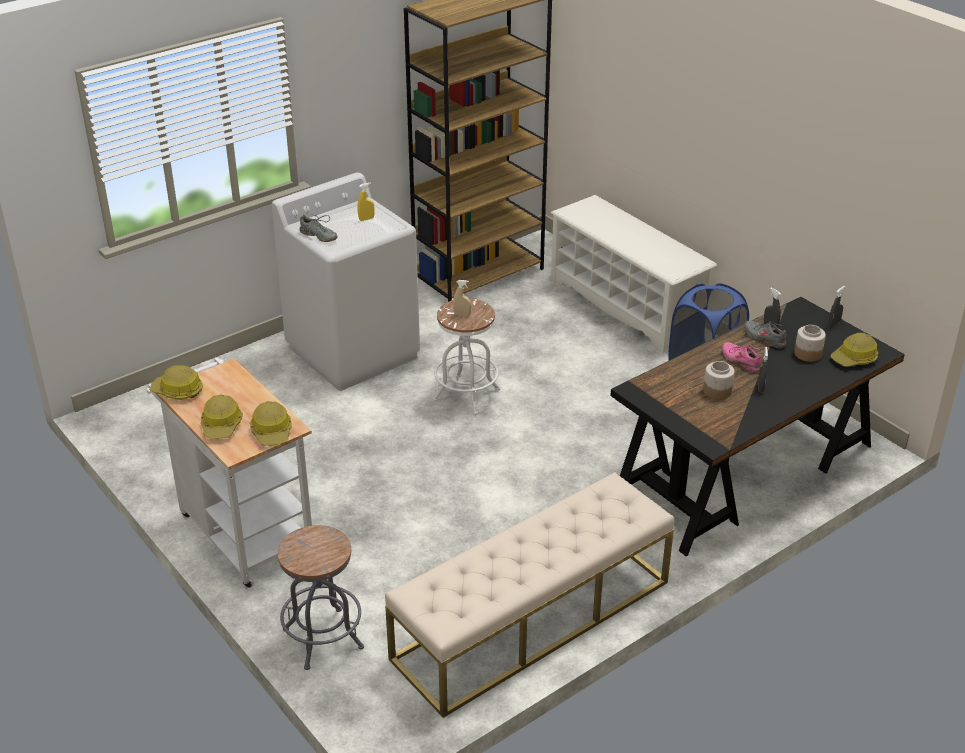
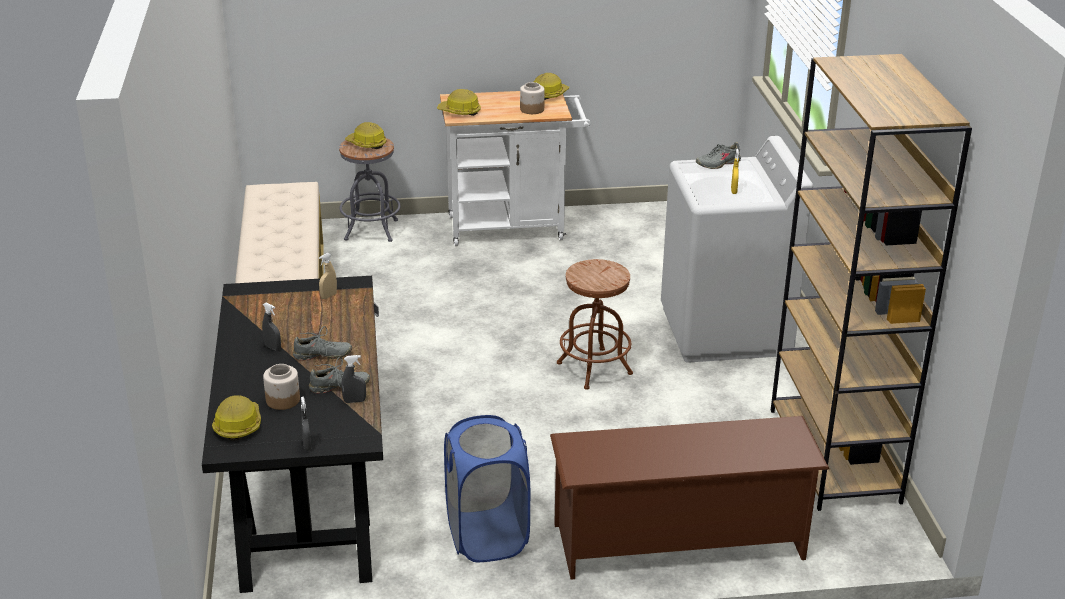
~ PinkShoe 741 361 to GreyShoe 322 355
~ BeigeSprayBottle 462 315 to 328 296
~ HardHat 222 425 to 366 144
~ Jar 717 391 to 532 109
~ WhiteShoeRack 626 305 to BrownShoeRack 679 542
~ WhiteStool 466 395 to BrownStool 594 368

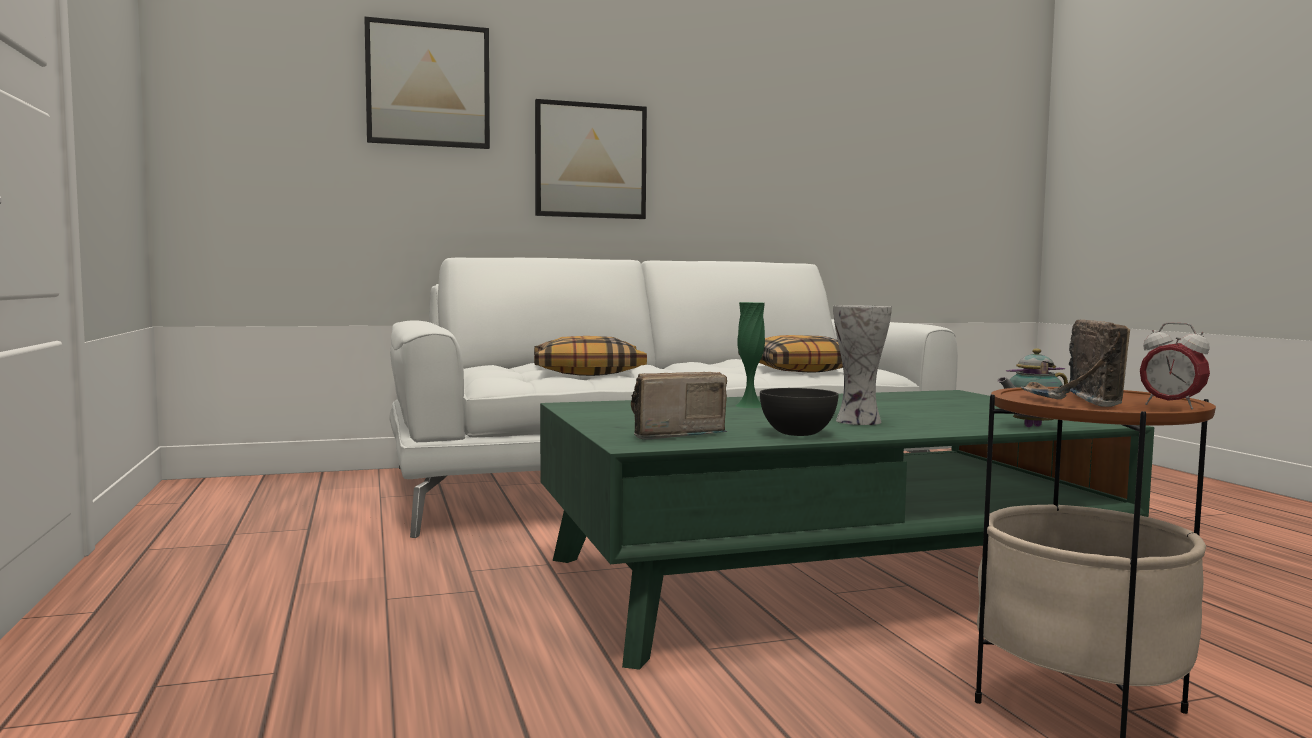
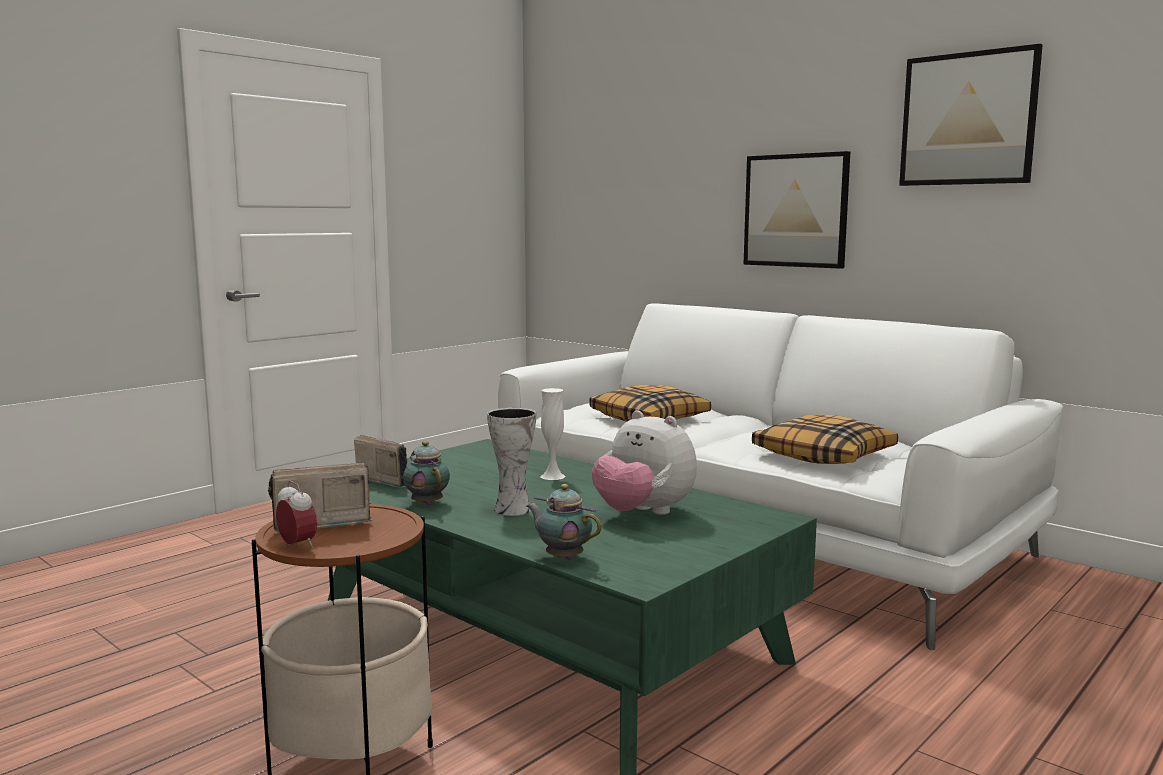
~ AlarmClock 1171 406 = 298 546 120 degrees clockwise
~ GreyBowl 798 434 to Teapot 426 503
~ GreenVase 749 406 to WhiteVase 552 476
+ PlushToy 643 513
~ Picture 428 85 to 968 119

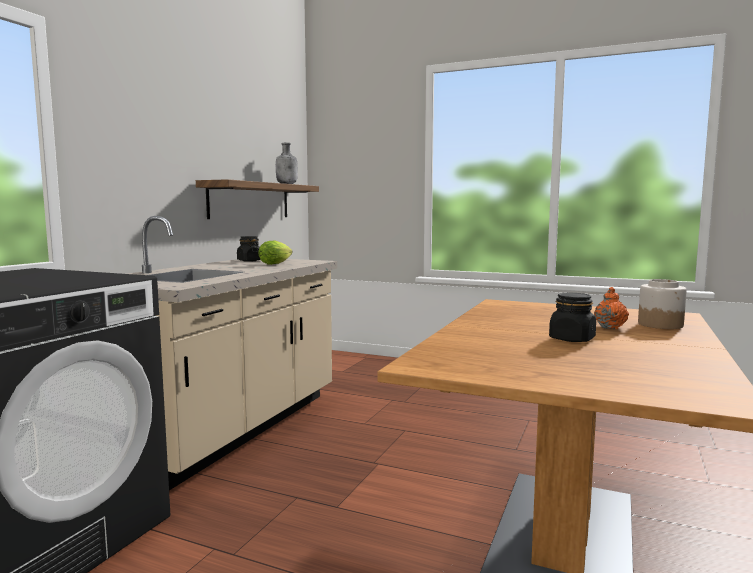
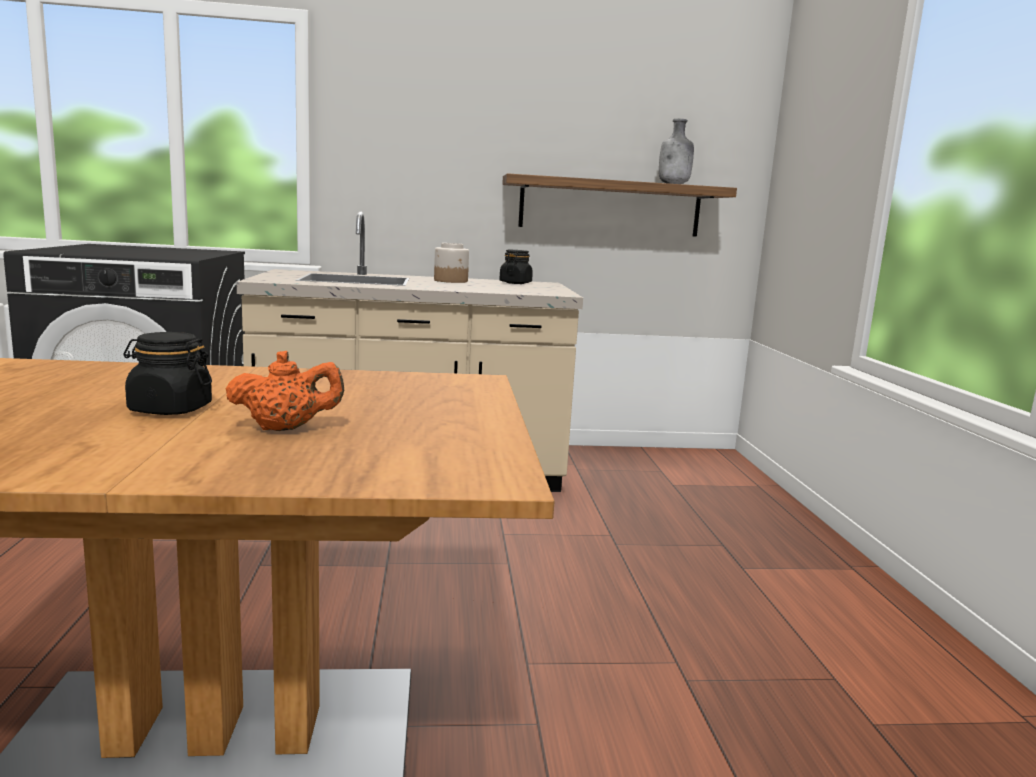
~ Jar 660 324 to 451 281
- Lettuce 276 264

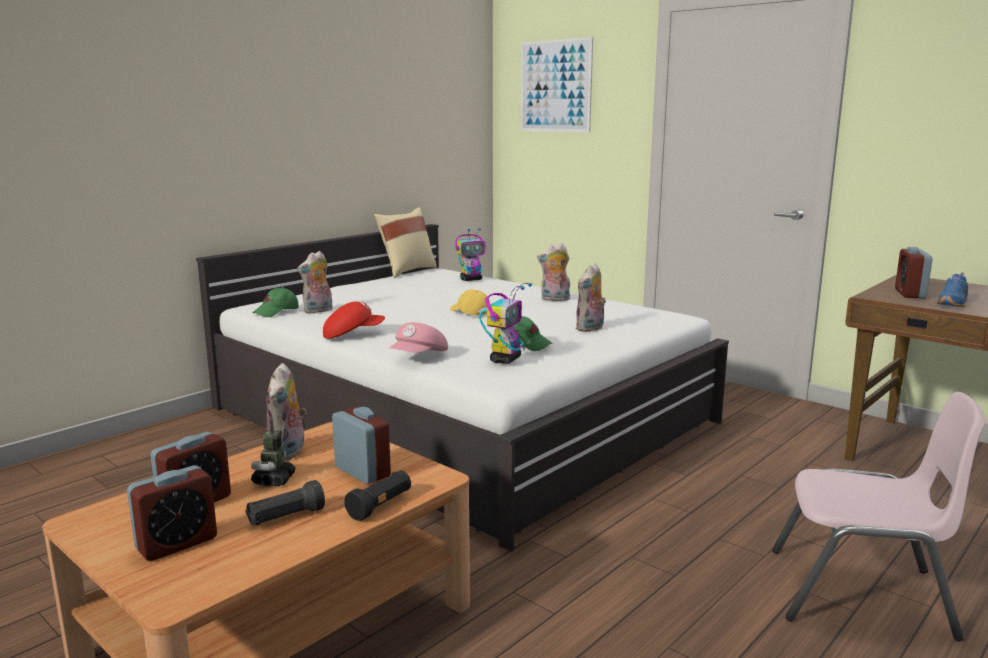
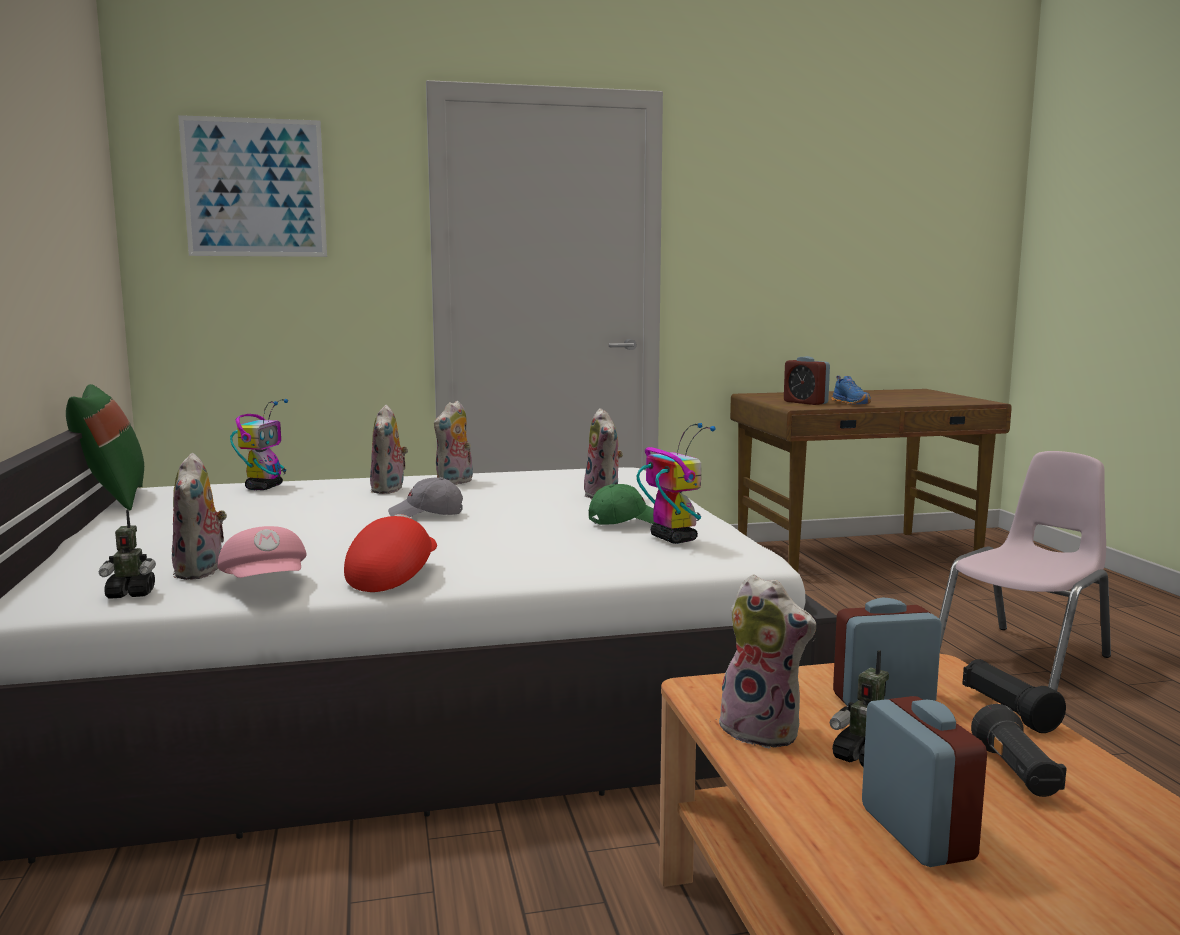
~ BeigePillow 407 271 to GreenPillow 112 499
~ GreenCap 276 312 to ToyRobot 131 594
~ PinkCap 419 357 to 267 585
+ PlushToy 389 490
~ YellowCap 469 312 to GreyCap 426 515
- AlarmClock 177 544

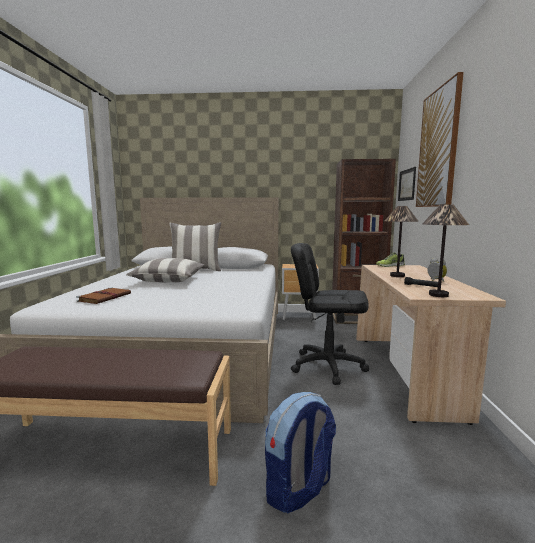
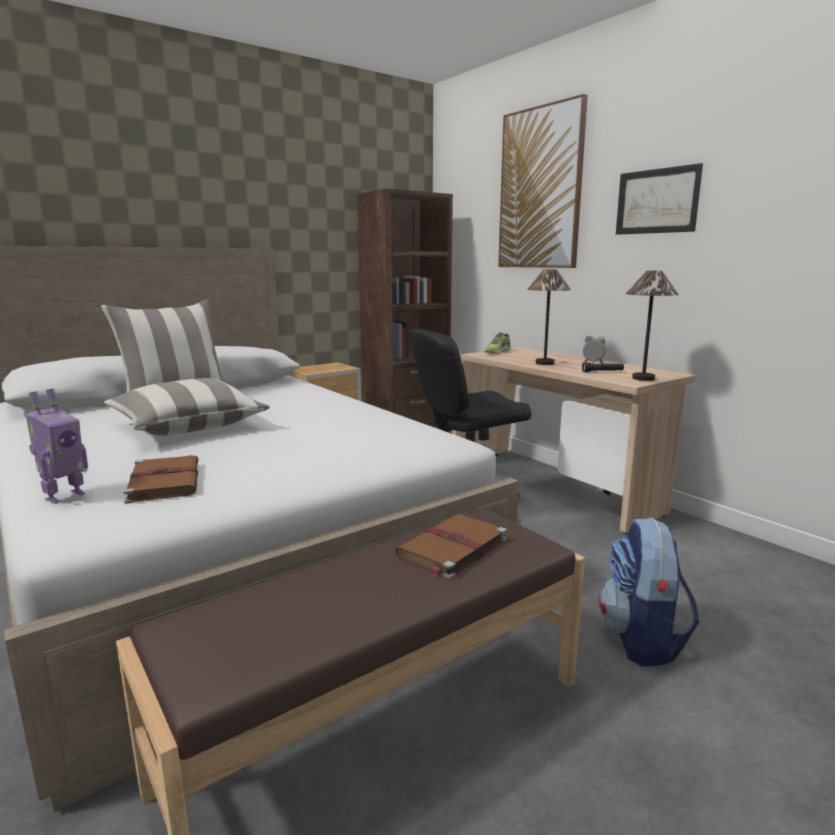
+ ToyRobot 64 496
+ BrownBook 451 549
~ Picture 407 185 to 657 201

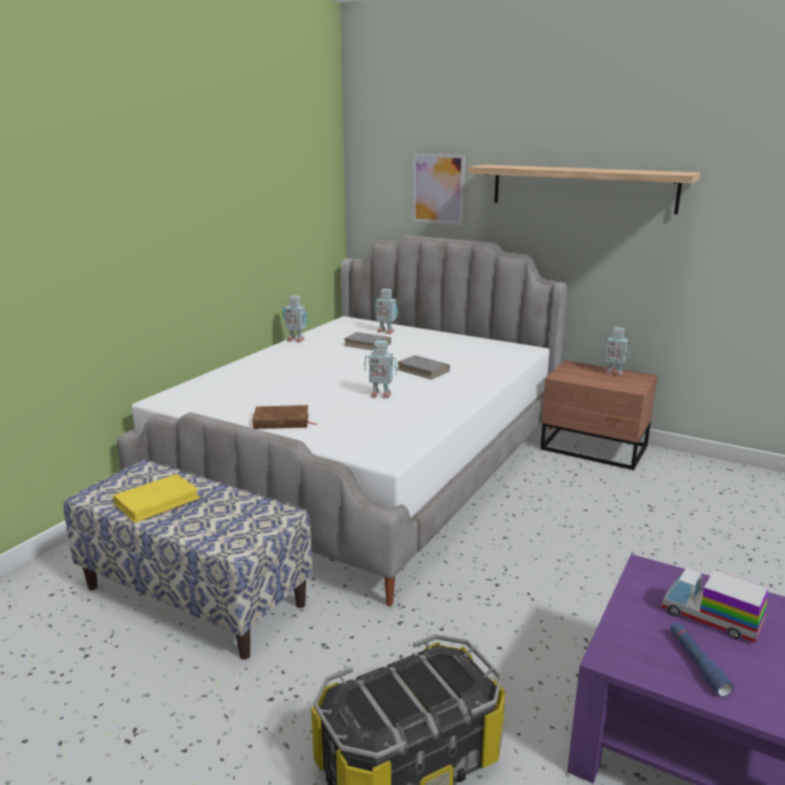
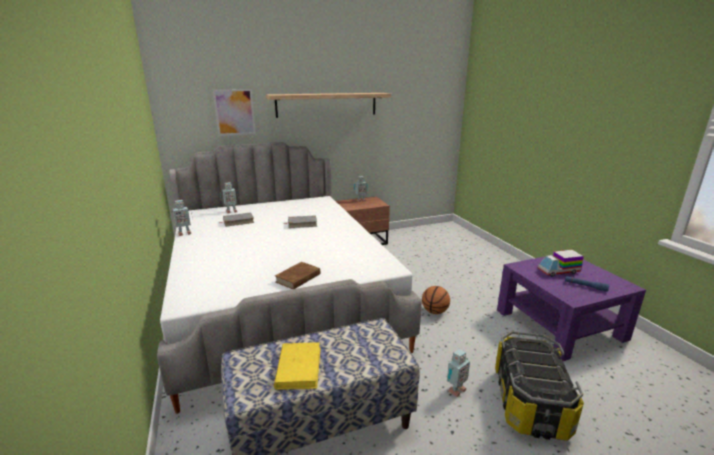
+ Basketball 434 311
~ ToyRobot 380 395 to 455 390

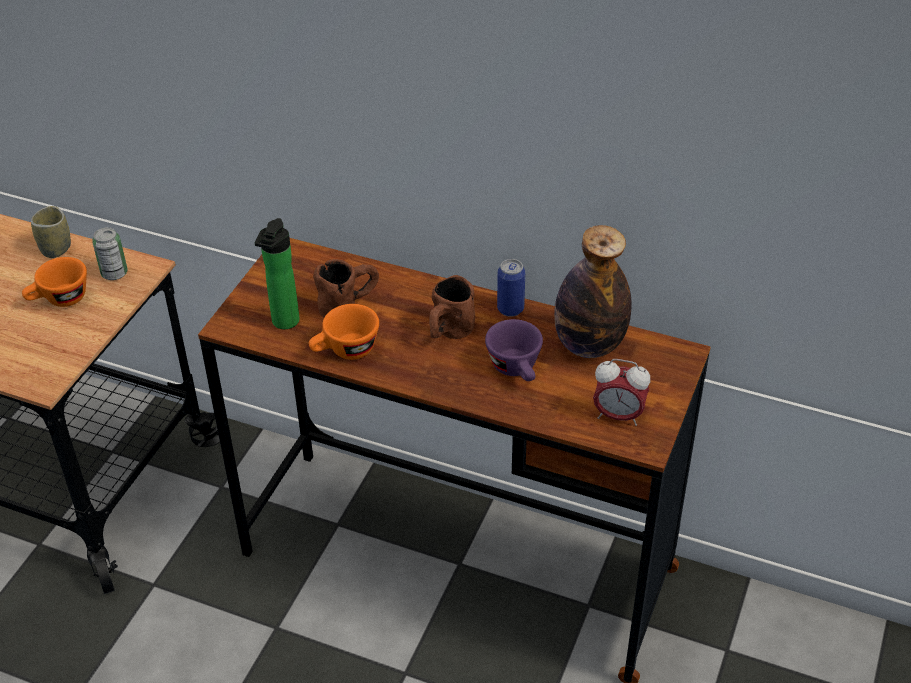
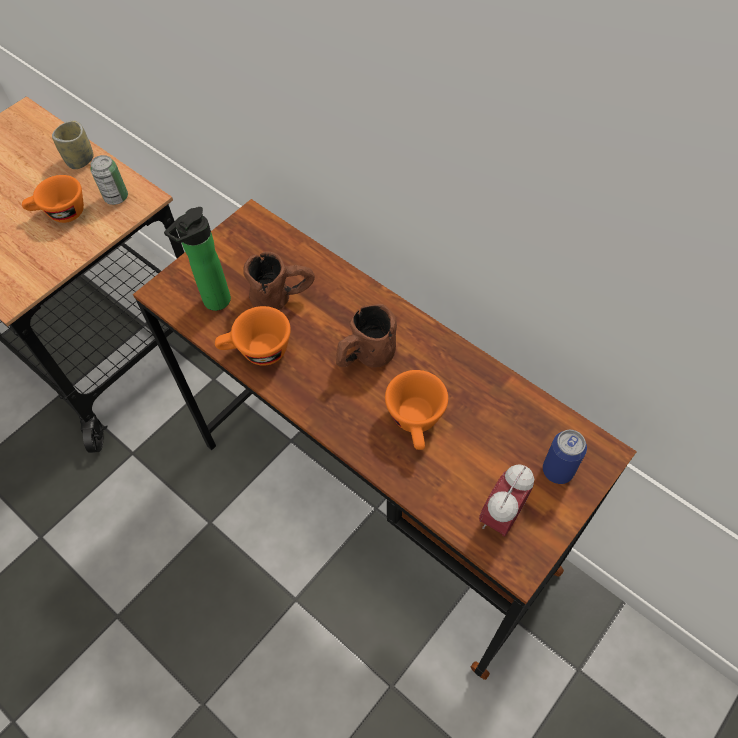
~ PurpleCup 517 370 to OrangeCup 417 423
~ AlarmClock 618 416 = 501 515 90 degrees clockwise
~ Can 510 309 to 557 470
- Bottle 589 345

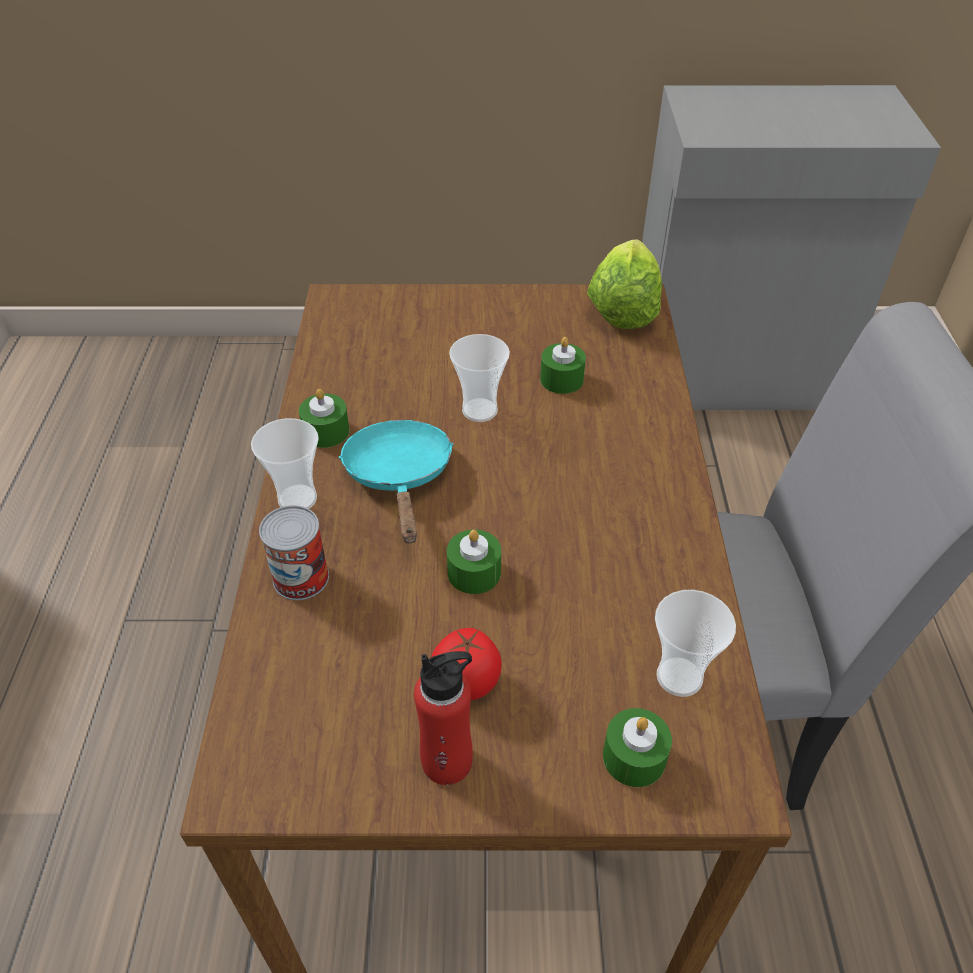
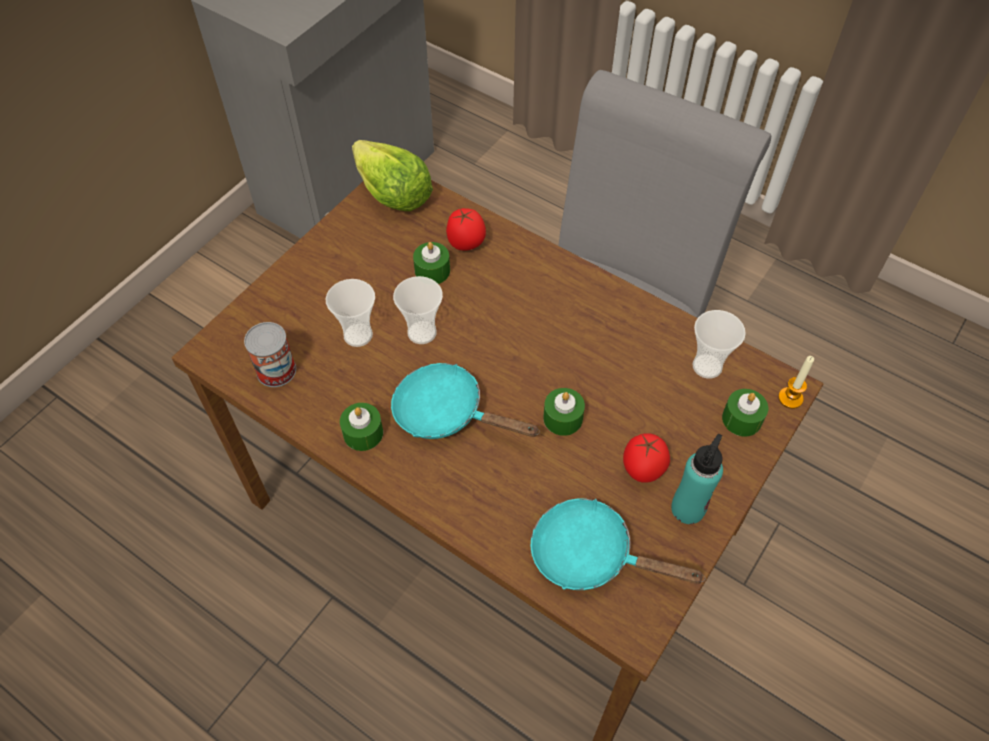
~ Can 301 578 to 276 370
~ Cup 297 499 to 358 335
+ Tomato 466 243
+ TurquoiseFryingPan 591 555
~ RedBottle 447 761 to TurquoiseBottle 688 508
+ Candle 790 398

